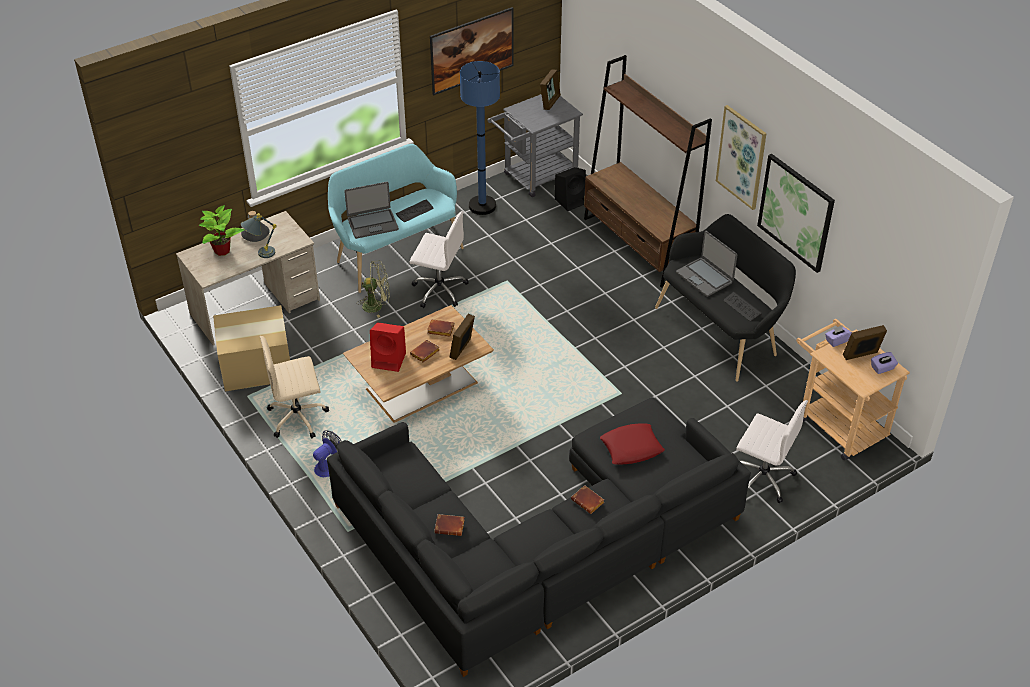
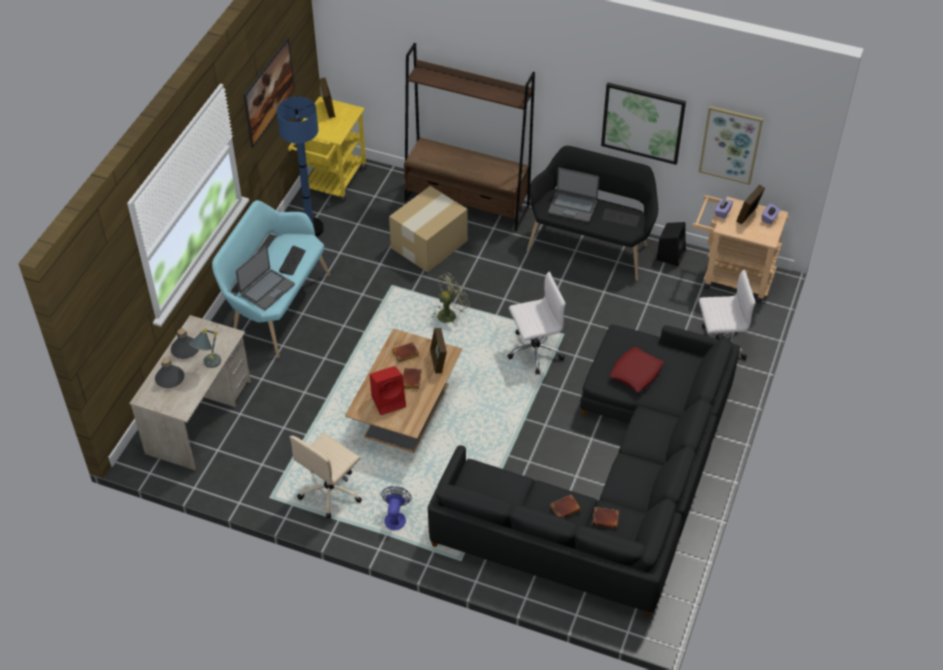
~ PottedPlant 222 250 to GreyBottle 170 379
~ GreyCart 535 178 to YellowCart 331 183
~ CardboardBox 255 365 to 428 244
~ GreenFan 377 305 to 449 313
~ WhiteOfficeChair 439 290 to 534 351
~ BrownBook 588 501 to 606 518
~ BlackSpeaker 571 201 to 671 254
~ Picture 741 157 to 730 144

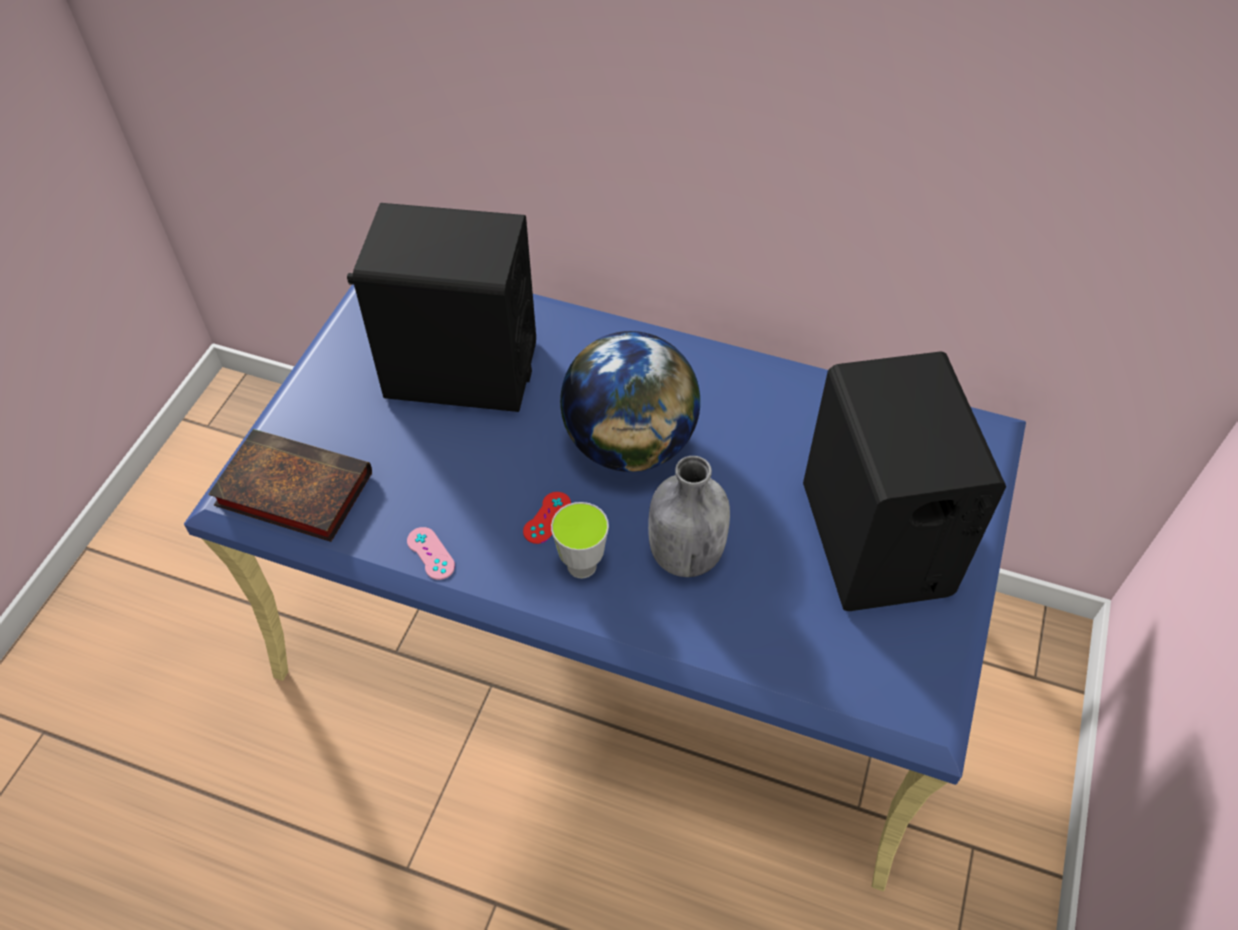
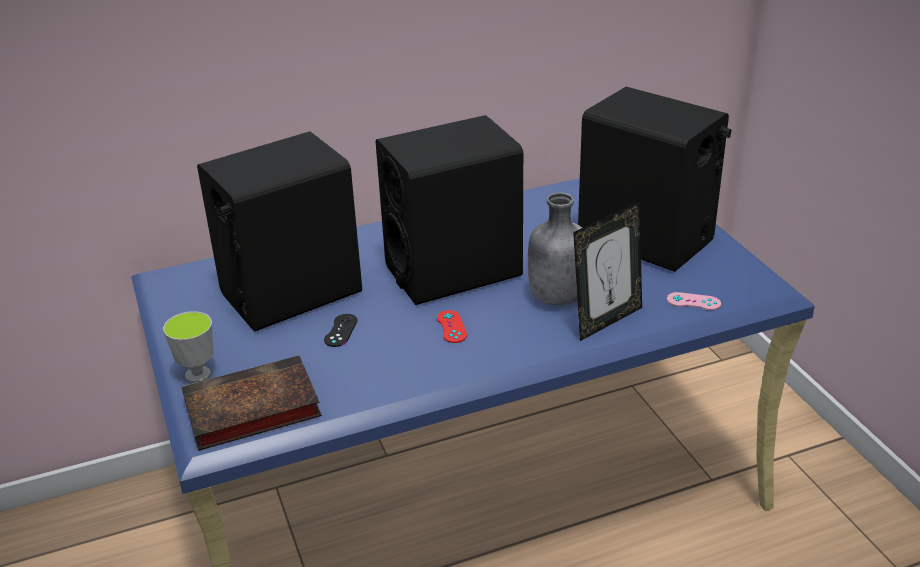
~ Cup 581 565 to 198 375
+ BlackGameController 341 330
~ Globe 629 445 to BlackSpeaker 454 271
+ PictureFrame 606 320
~ PinkGameController 430 553 to 693 301

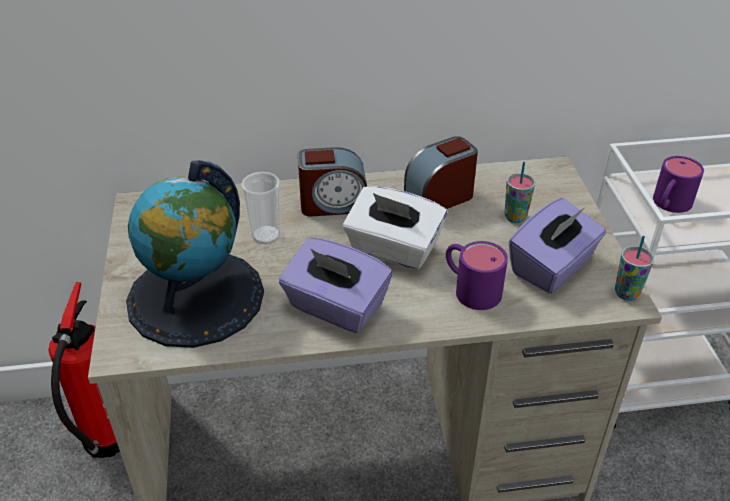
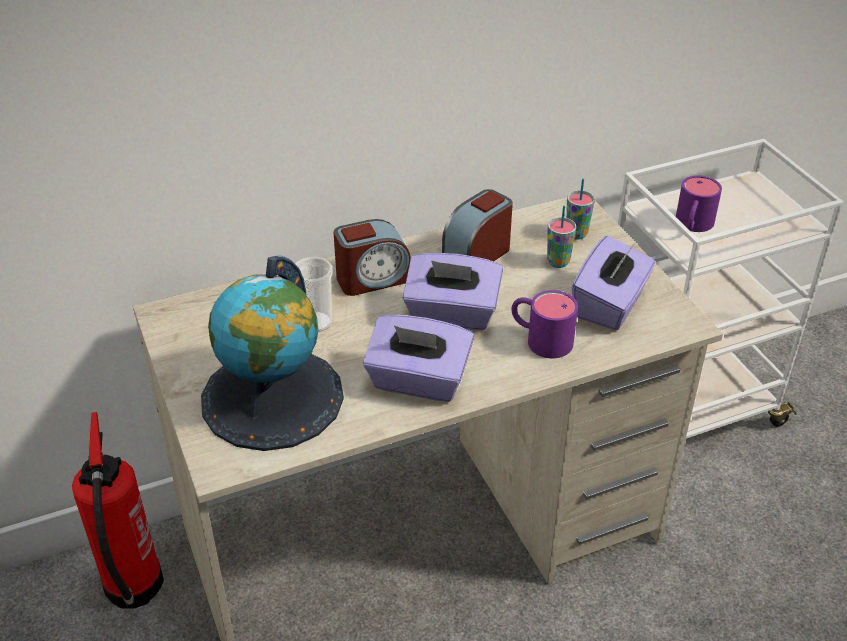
~ WhiteTissueBox 393 249 to PurpleTissueBox 452 314
~ Cup 626 293 to 576 234

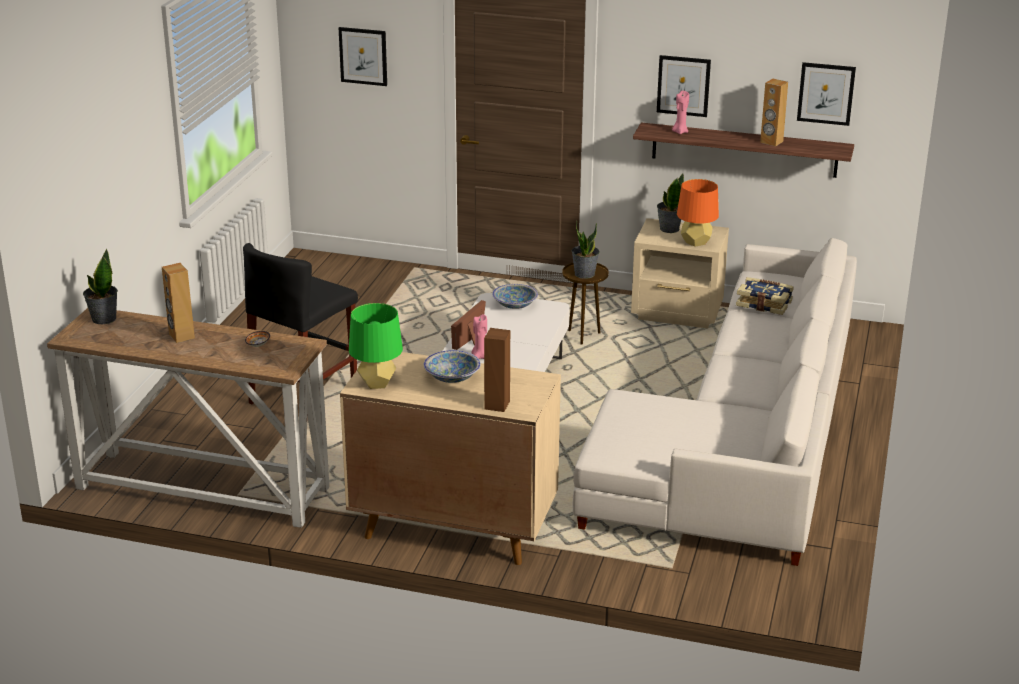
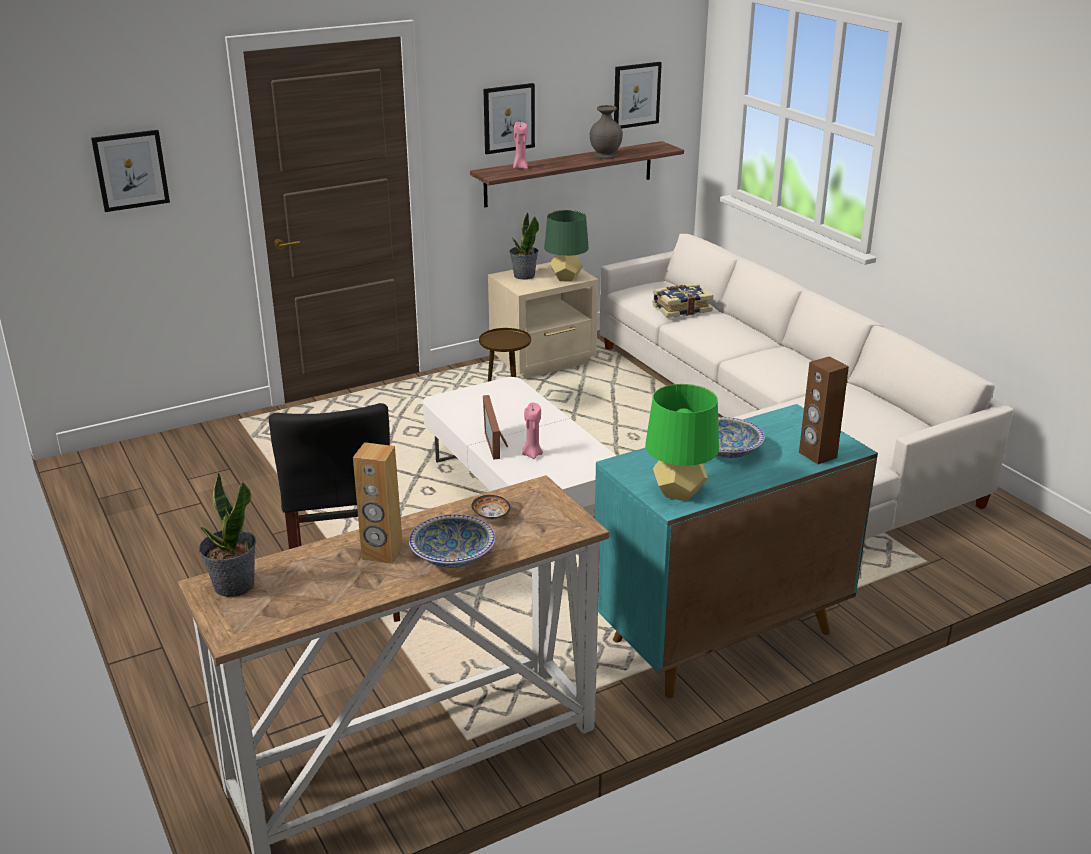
~ Bowl 515 304 to 452 556
~ OrangeTableLamp 695 242 to GreenTableLamp 566 278
~ BrownSpeaker 771 142 to GreyVase 605 155
~ BeigeCabinet 452 528 to TurquoiseCabinet 720 637
- PottedPlant 584 274

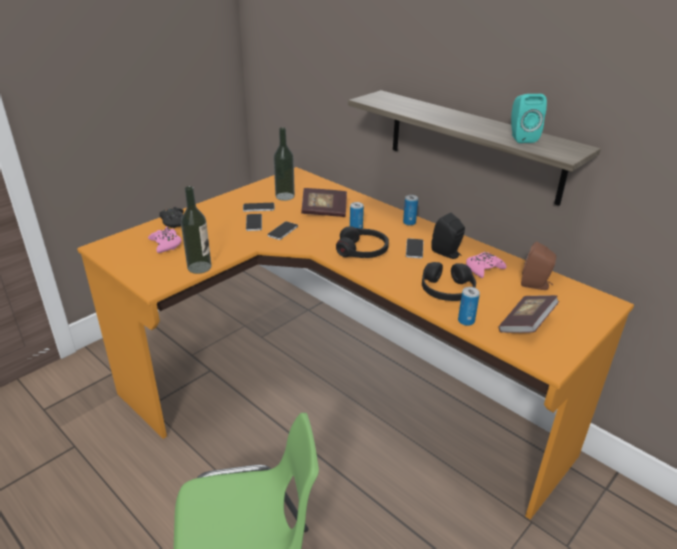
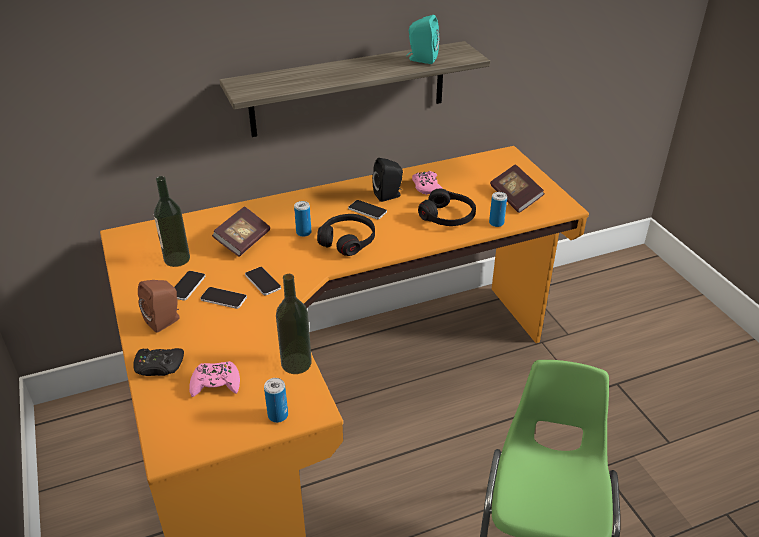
~ BrownSpeaker 536 285 to 165 321
~ Can 409 222 to 278 415

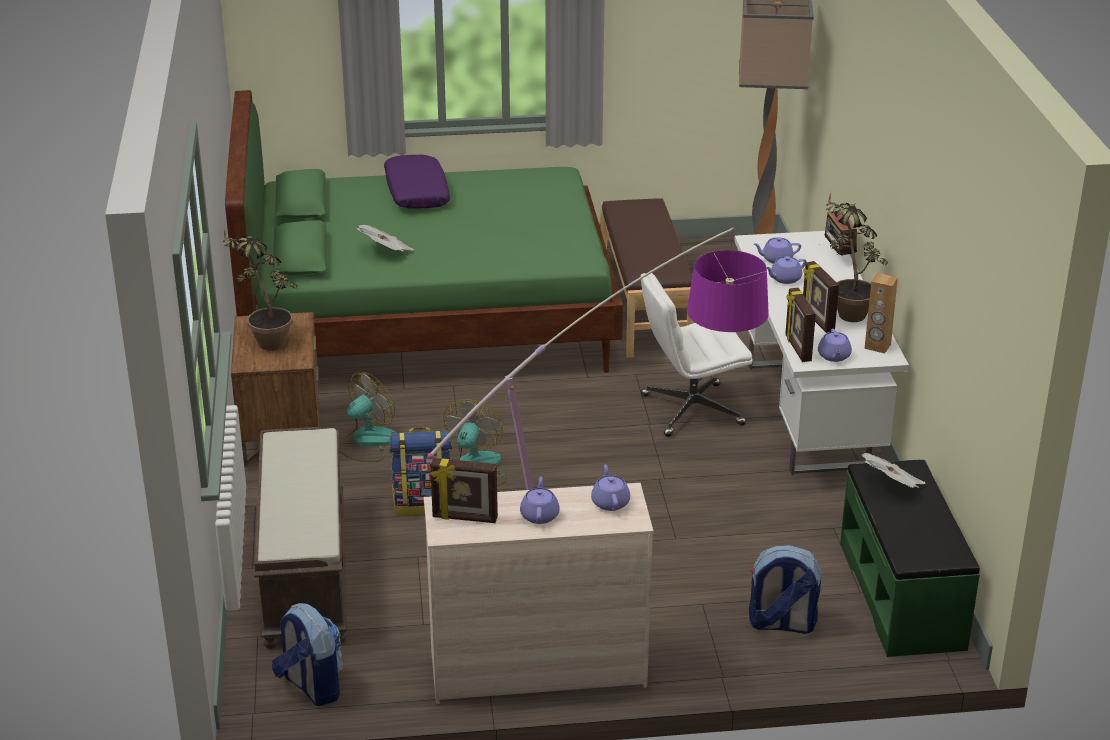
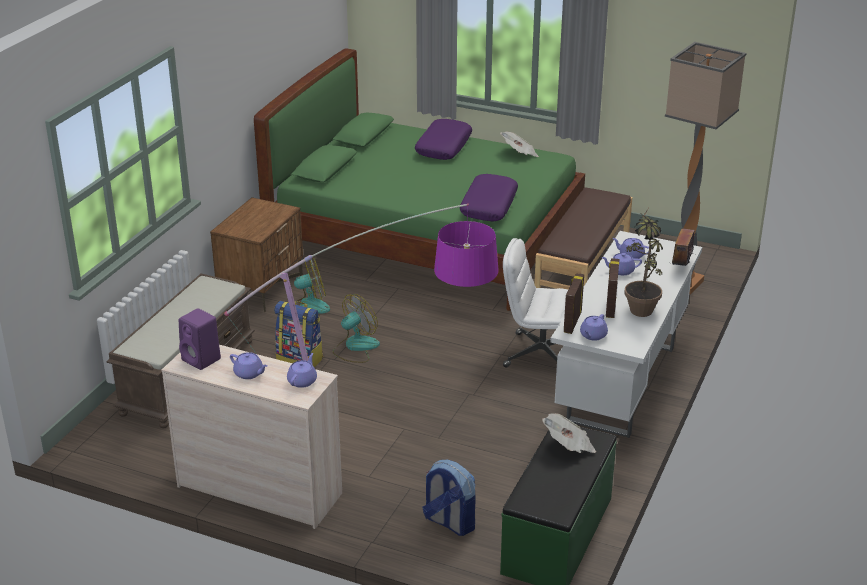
~ PictureFrame 464 518 to PurpleSpeaker 202 360
~ PurpleTeapot 539 515 = 249 373 90 degrees clockwise
+ PurplePillow 488 206
~ Newspaper 386 251 to 519 154
- PottedPlant 265 340
- Backpack 311 686
- BrownSpeaker 877 346

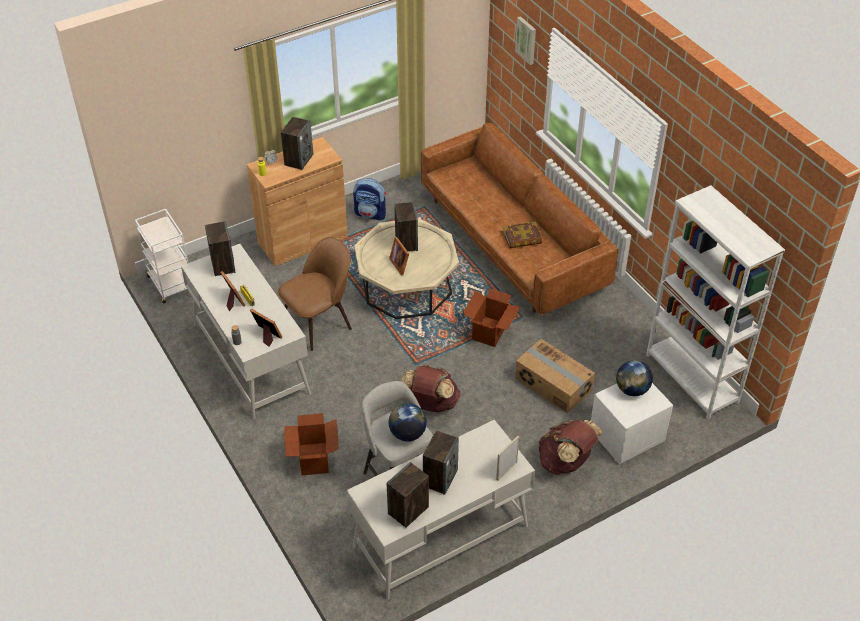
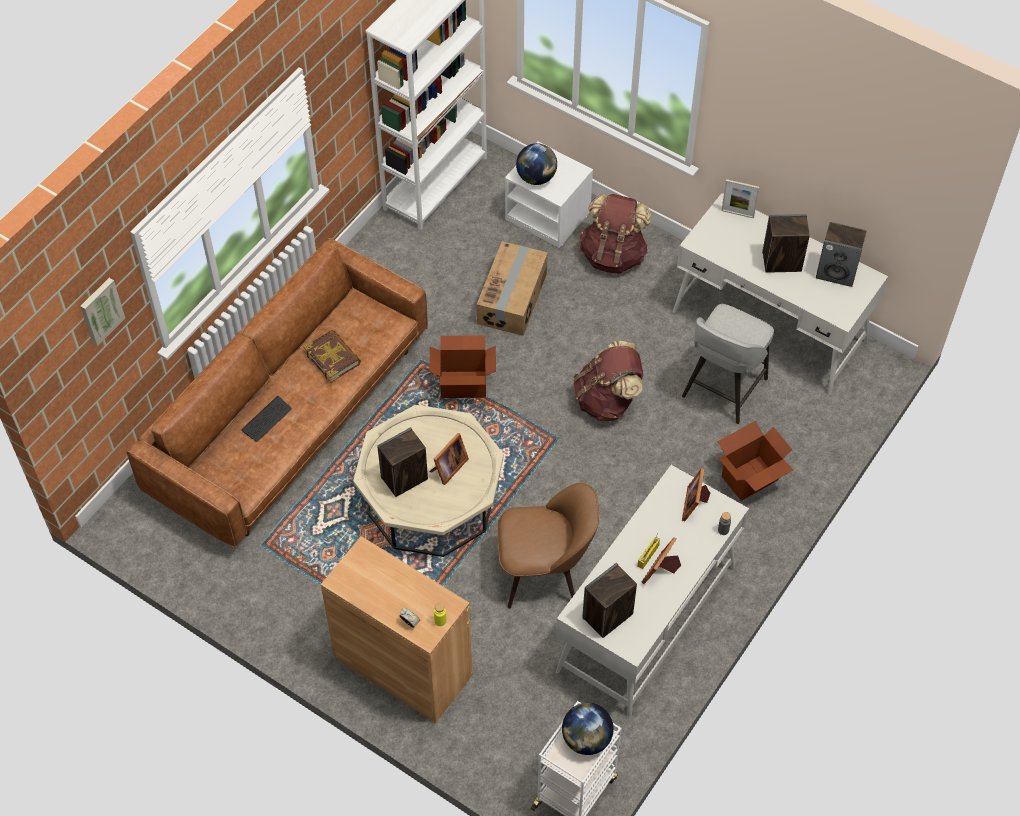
+ Keyboard 267 420
~ BrownChair 319 322 = 545 571 150 degrees clockwise
~ Globe 407 434 to 586 739
- Speaker 298 160
- Backpack 371 214

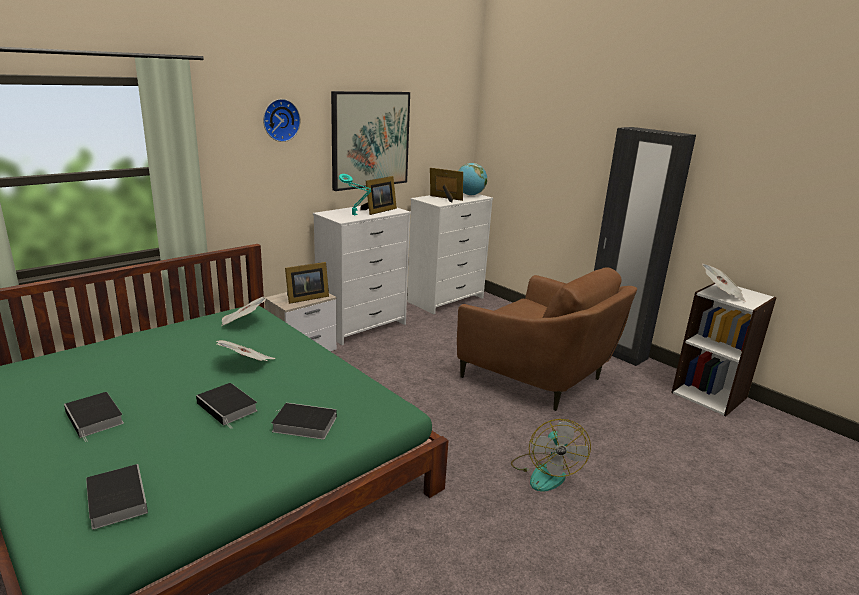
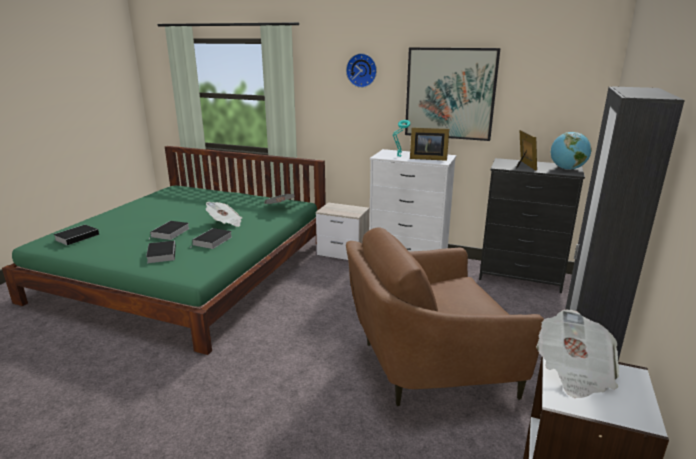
~ Book 95 418 to 212 241
~ BrownArmchair 539 377 = 428 364 60 degrees clockwise
~ WhiteDresser 446 300 to BlackDresser 520 277
- PictureFrame 305 298
- Fan 545 472

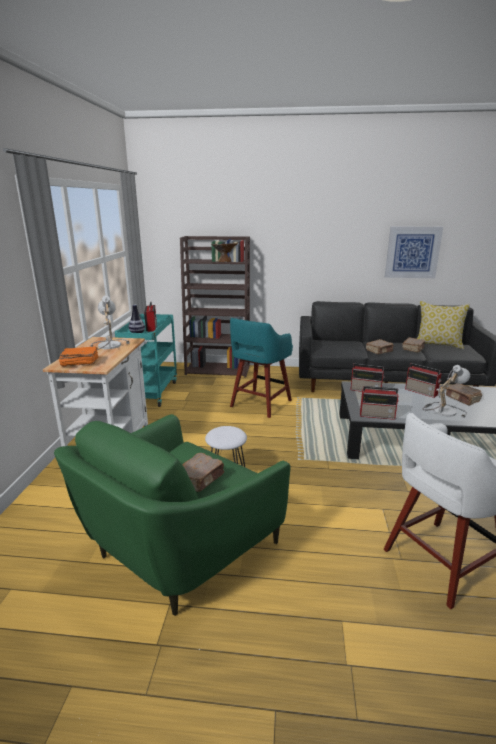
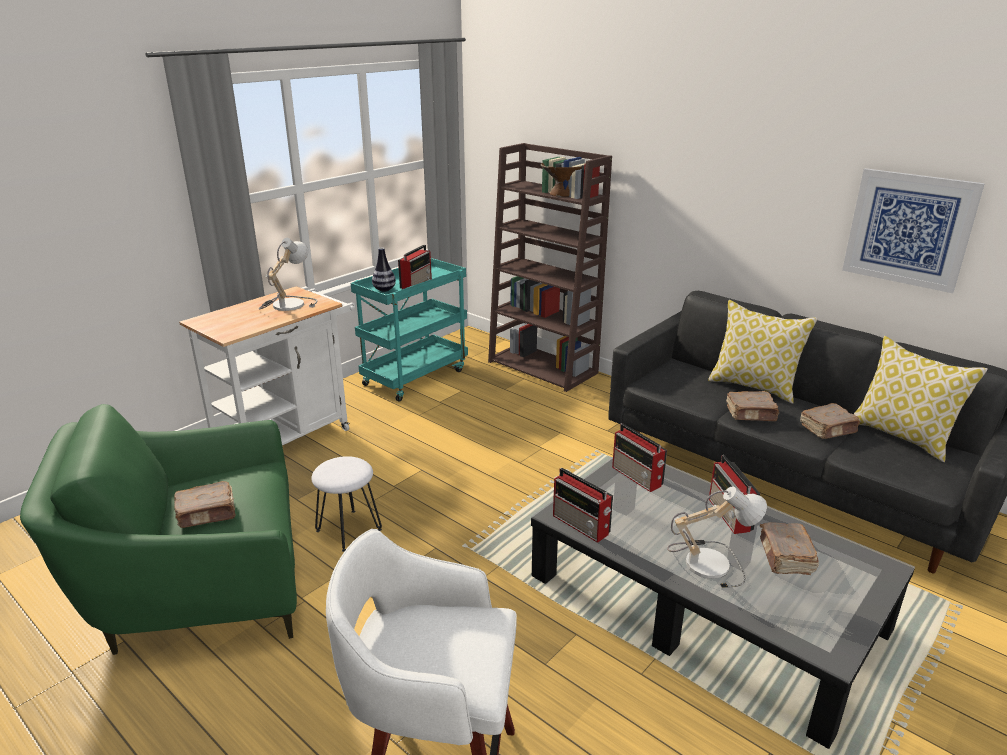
+ Pillow 754 386
- OrangeBook 79 363
- TurquoiseStool 260 404

